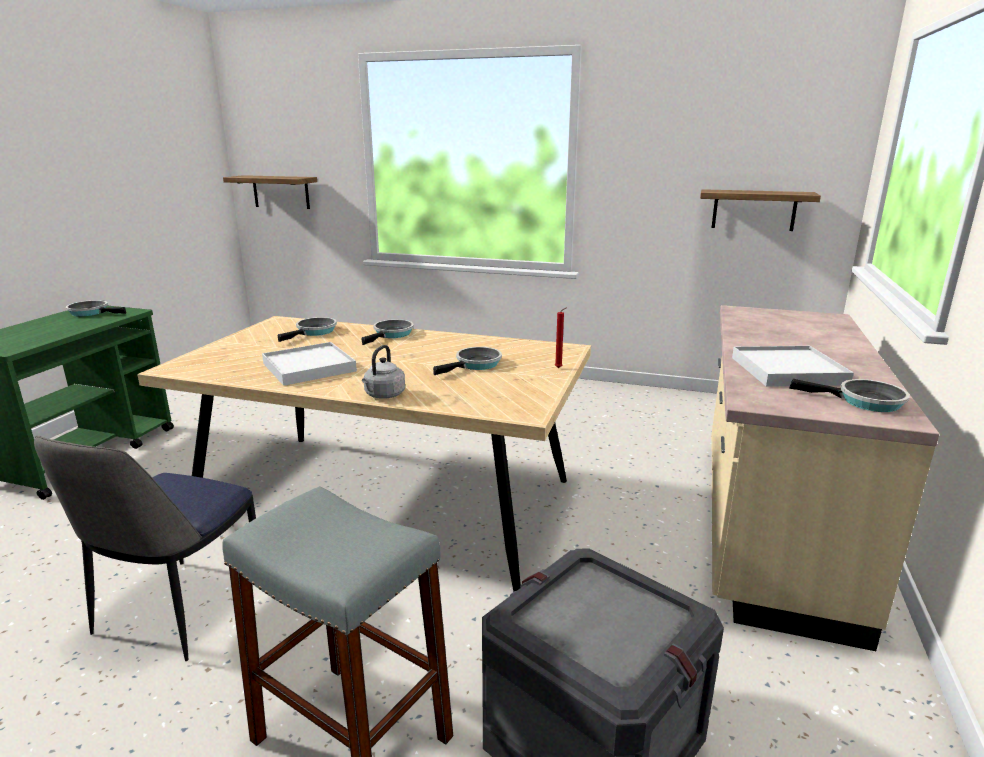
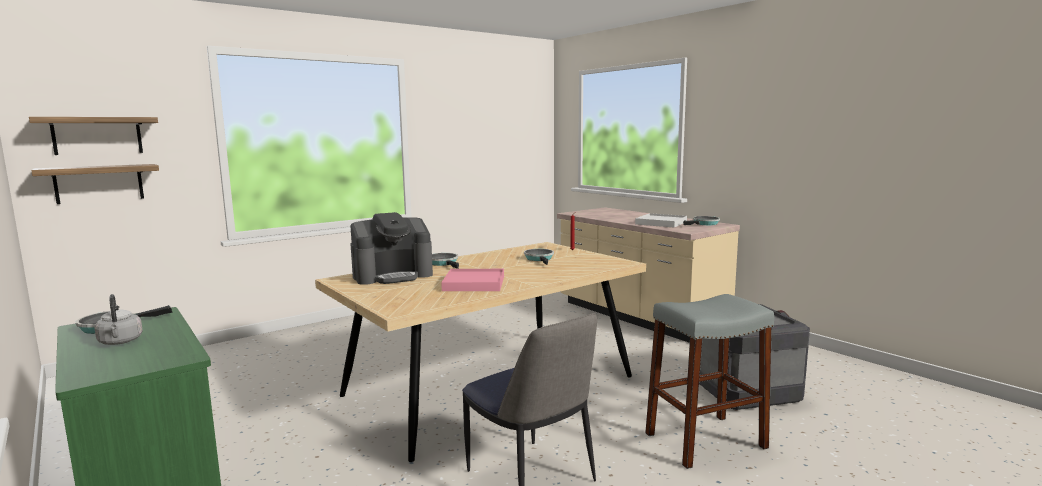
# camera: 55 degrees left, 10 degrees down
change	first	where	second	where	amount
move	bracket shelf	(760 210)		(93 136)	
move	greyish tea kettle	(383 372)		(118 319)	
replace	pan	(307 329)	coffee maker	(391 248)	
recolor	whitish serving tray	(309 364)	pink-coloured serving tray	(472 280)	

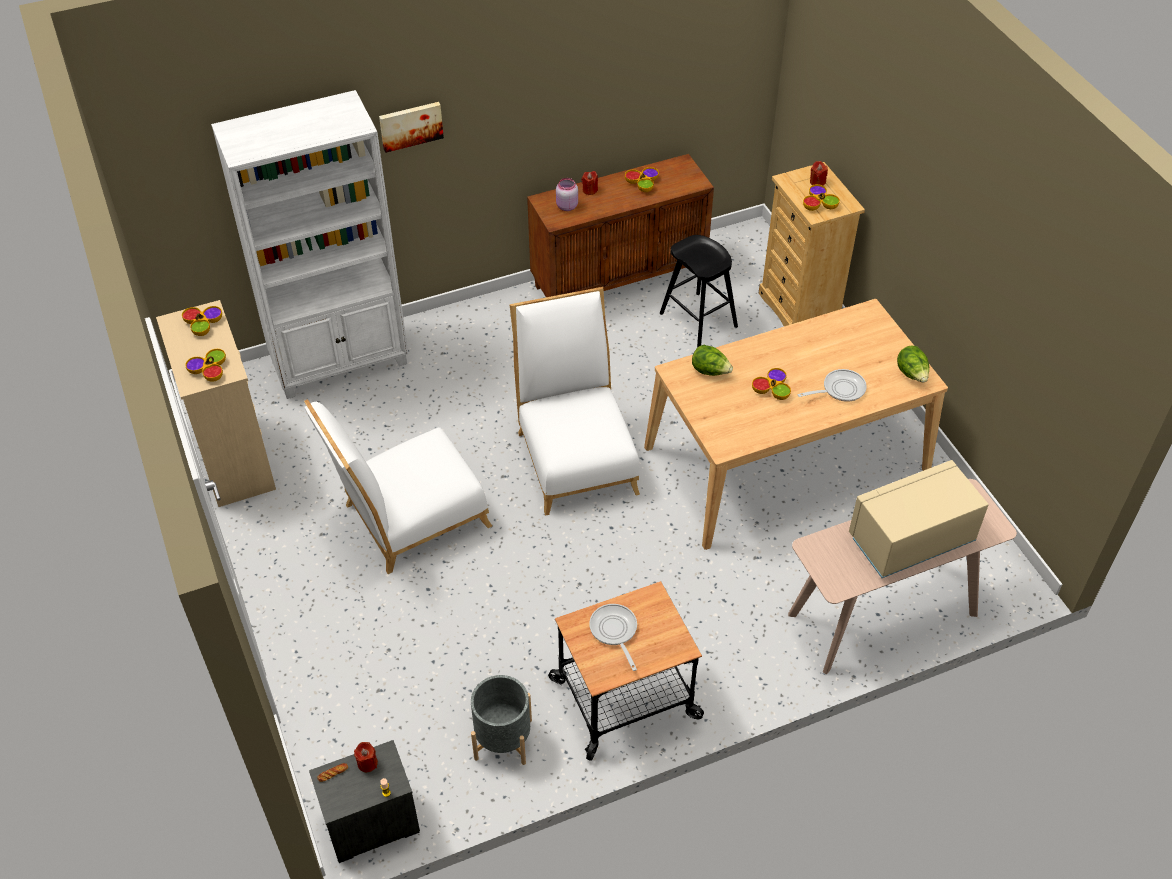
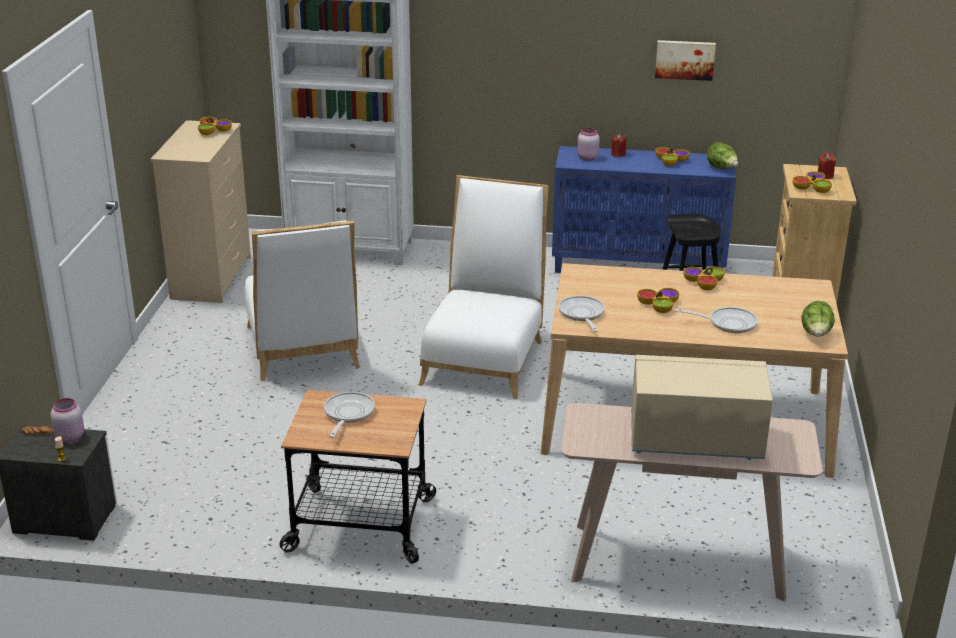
# camera: 30 degrees right, 20 degrees down
change	first	where	second	where	amount
replace	reddish candle	(366 757)	pink-coloured storage jar	(67 420)	
rotate	whitish plain chair	(398 486)		(302 300)	105 degrees counterclockwise
recolor	brown cupboard	(620 225)	blue cupboard	(644 209)	
insert			pan	(581 314)	
move	picture	(411 127)		(685 60)	
move	serving bowl	(205 365)		(704 278)	
move	lettuce	(712 360)		(722 155)	
delete	greyish plant pot	(501 720)			

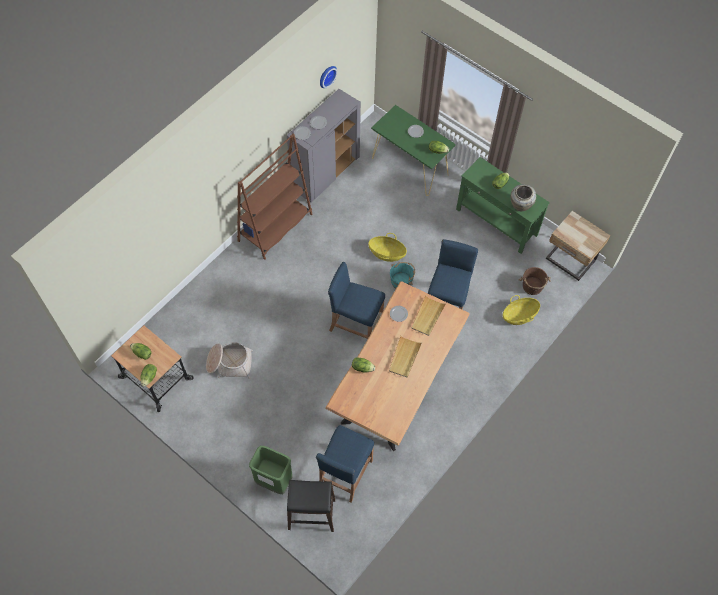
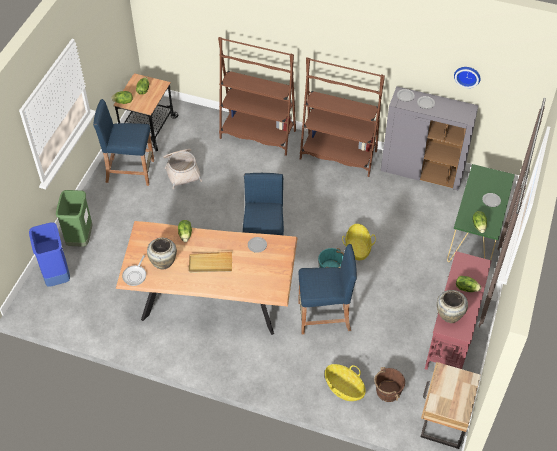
# camera: 70 degrees right, 10 degrees down
change	first	where	second	where	amount
replace	blackish sitting stool	(311 506)	blue trash can	(49 254)	
move	blue sitting stool	(345 464)		(123 142)	
insert			pan	(134 270)	
insert			sand-coloured flower vase	(162 253)	
insert			brown bookcase	(257 96)	
recolor	greenish console table	(503 205)	reddish console table	(458 310)	
delete	sand-coloured serving tray	(428 316)			

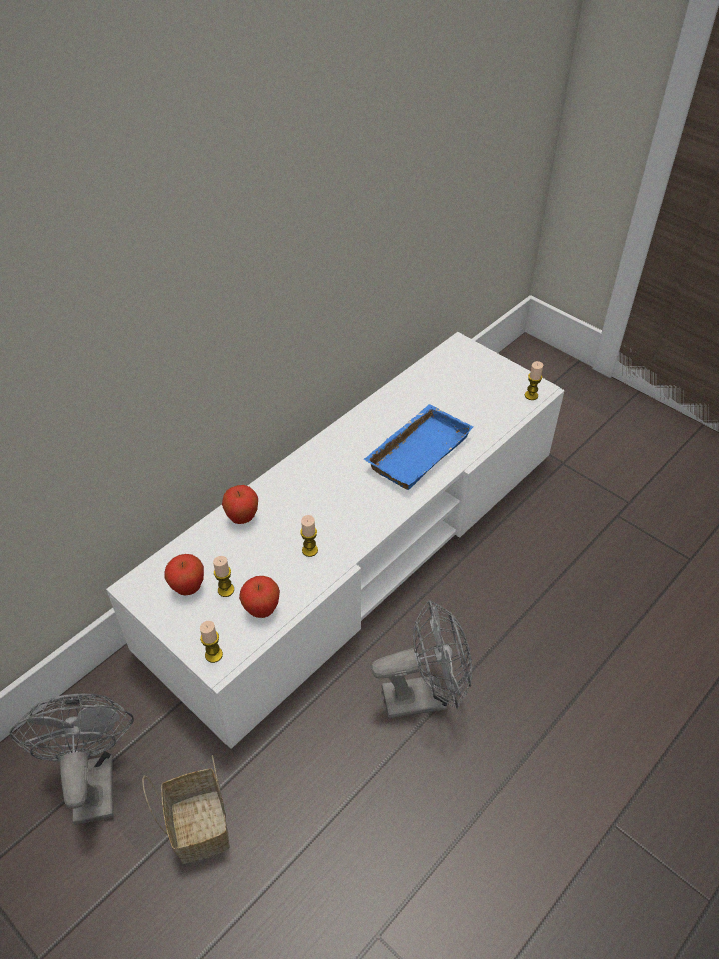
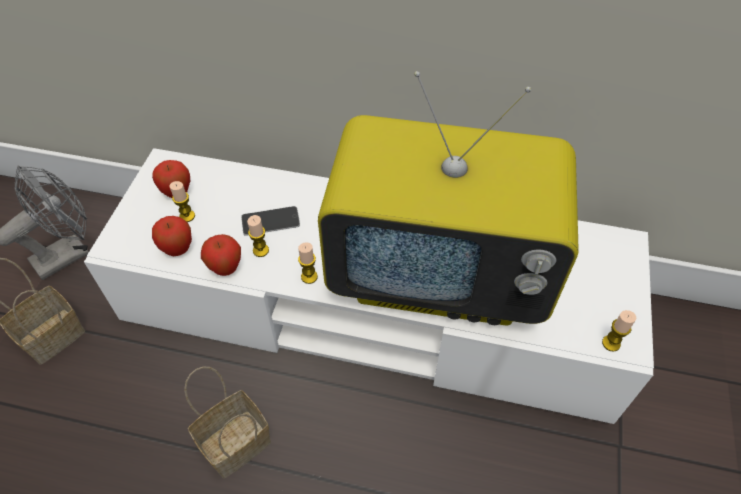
# camera: 60 degrees right, 5 degrees up
change	first	where	second	where	amount
replace	greyish electric fan	(421 659)	storage basket	(227 422)	
move	apple	(240 504)		(221 255)	
insert			telephone	(270 221)	
move	candle	(211 642)		(308 263)	
replace	blue serving tray	(418 447)	TV	(448 198)	

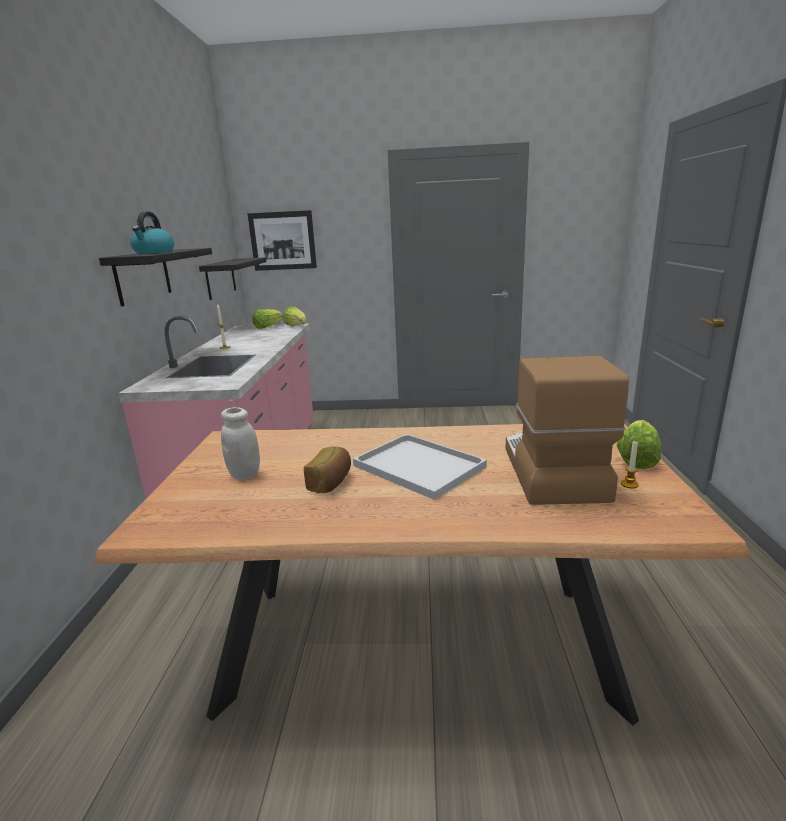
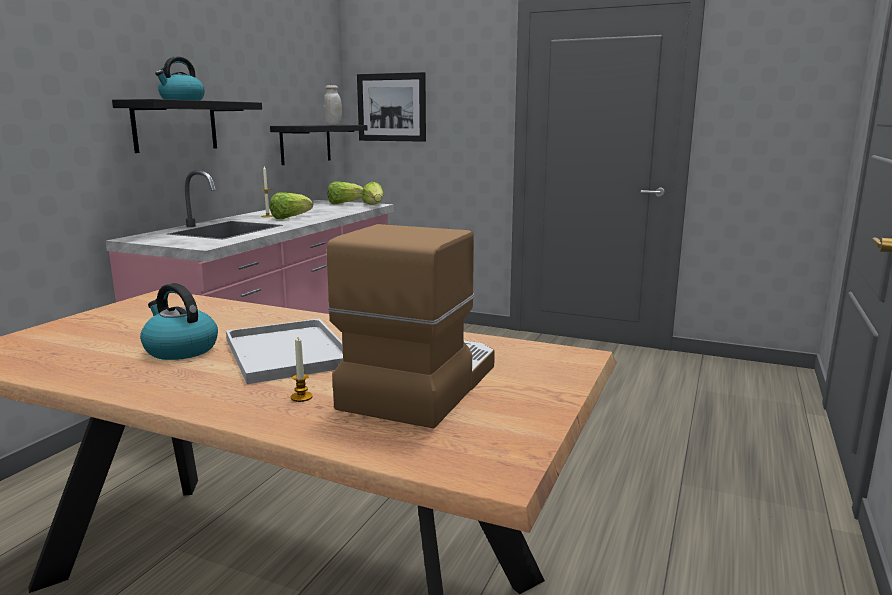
# camera: 20 degrees right, 5 degrees down
change	first	where	second	where	amount
replace	bread	(327 469)	tea kettle	(179 321)	
move	lettuce	(639 444)		(291 205)	
move	candle	(630 464)		(302 370)	
move	whitish storage jar	(240 443)		(333 105)	

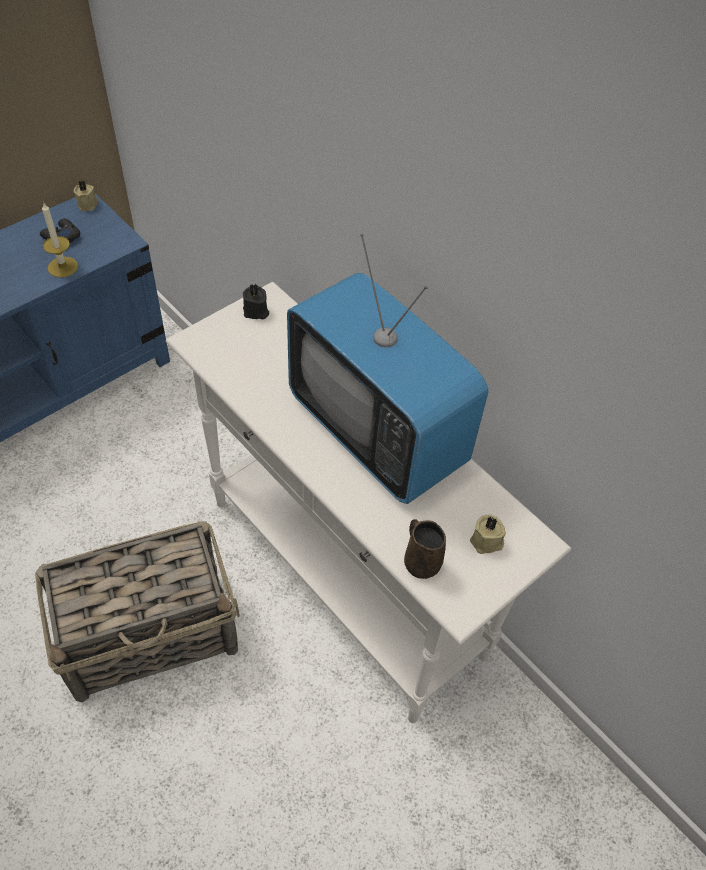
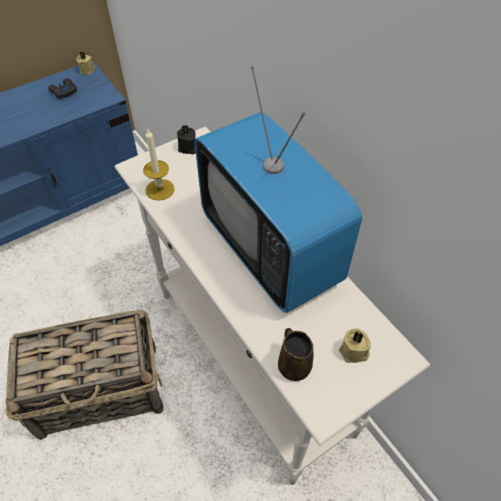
# camera: 10 degrees right, 0 degrees up
change	first	where	second	where	amount
move	candle	(60 240)		(158 165)	

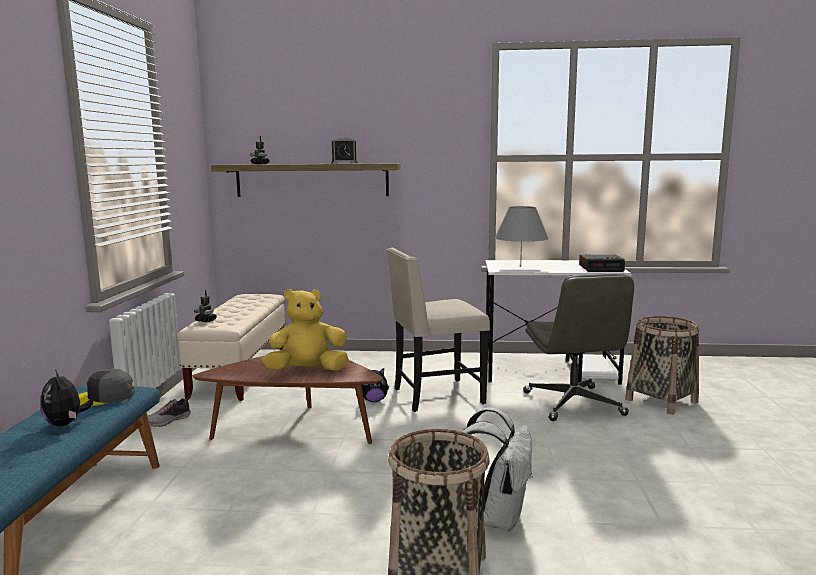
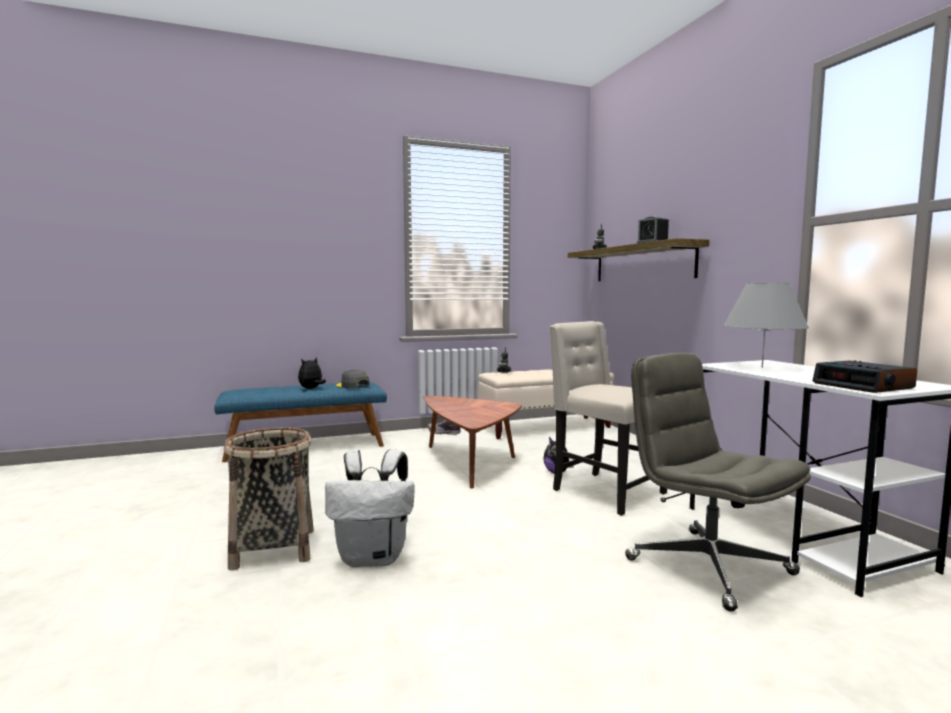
# camera: 65 degrees right, 5 degrees down
change	first	where	second	where	amount
rotate	greyish desk chair	(578 347)		(718 482)	90 degrees clockwise
delete	yellow cuddly toy	(305 330)			
delete	storage basket	(662 365)			

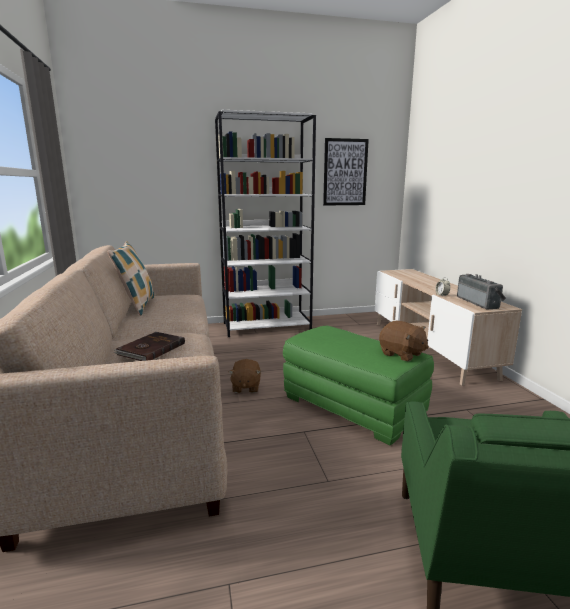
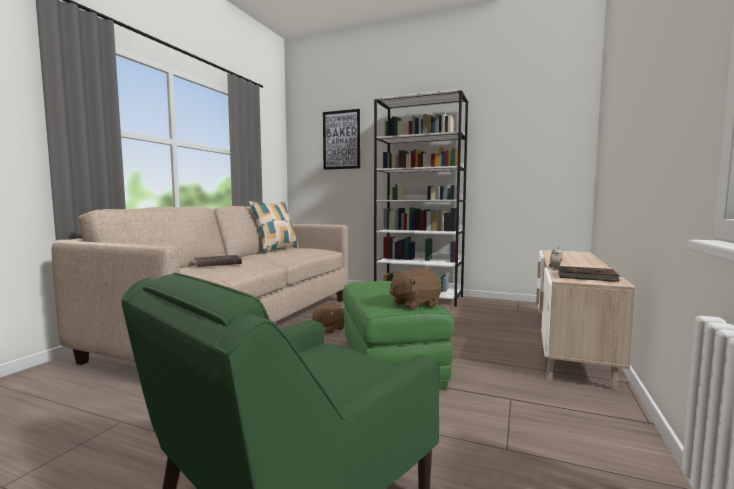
# camera: 35 degrees right, 10 degrees down
change	first	where	second	where	amount
move	picture	(346 172)		(341 139)	
rotate	brown cuddly toy	(404 341)		(415 289)	75 degrees clockwise
replace	radio receiver	(481 292)	brown bound book	(590 274)	

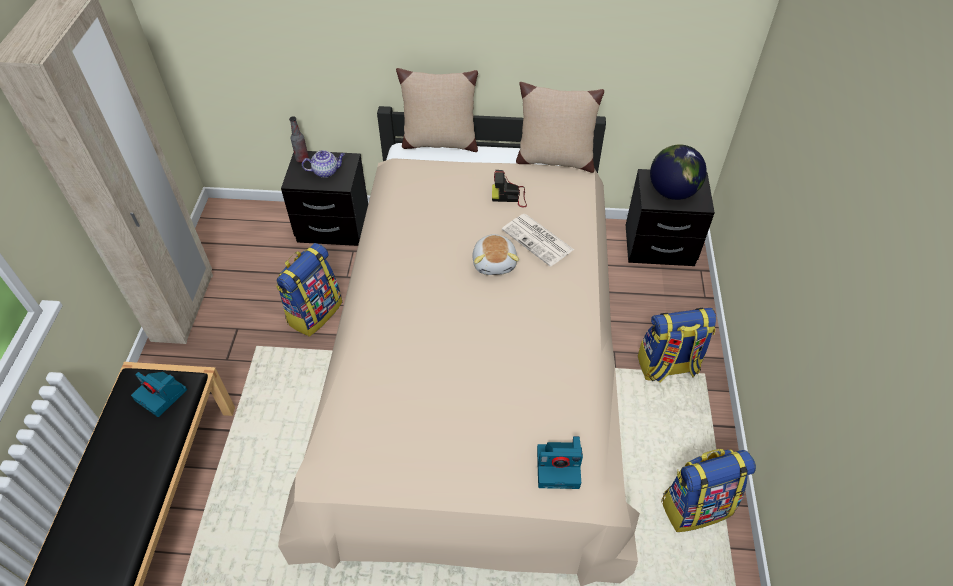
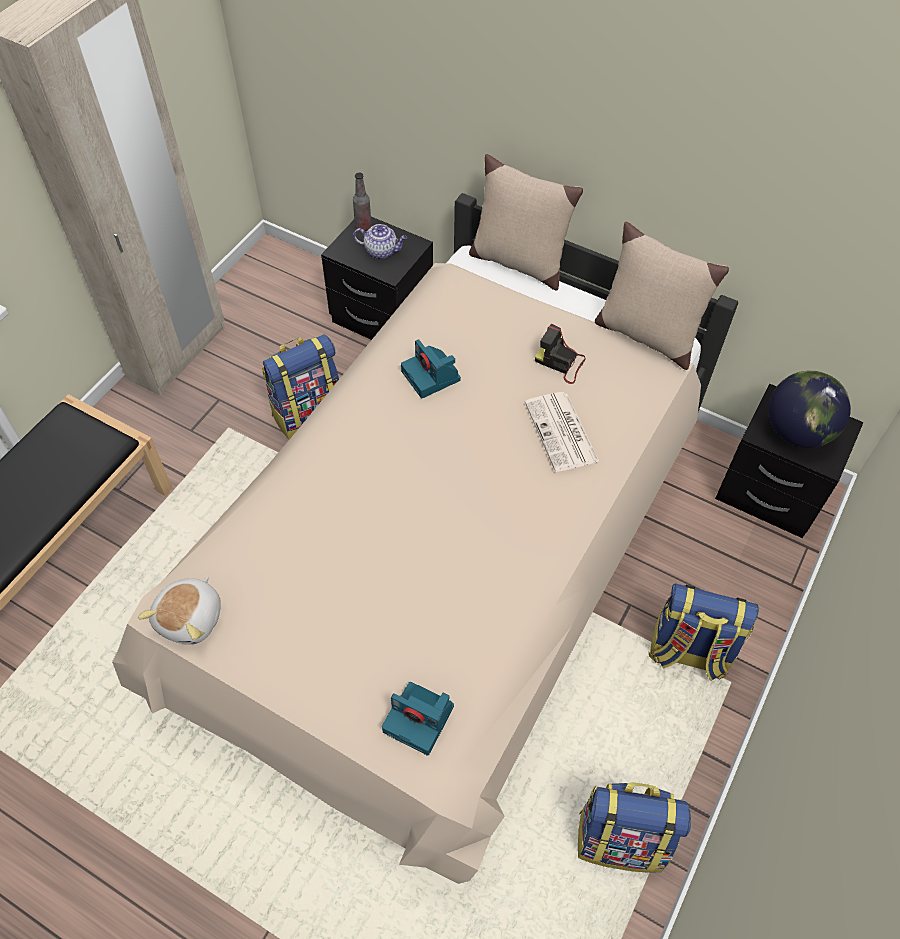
# camera: 25 degrees right, 5 degrees up
change	first	where	second	where	amount
move	cuddly toy	(495 254)		(179 610)	
move	still camera	(159 394)		(431 368)	

